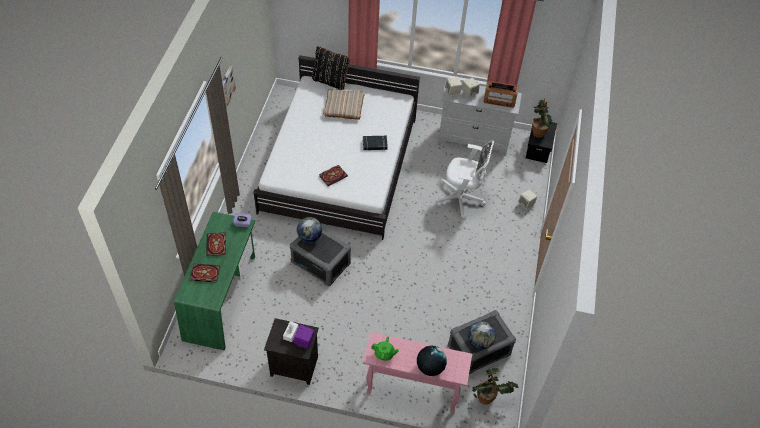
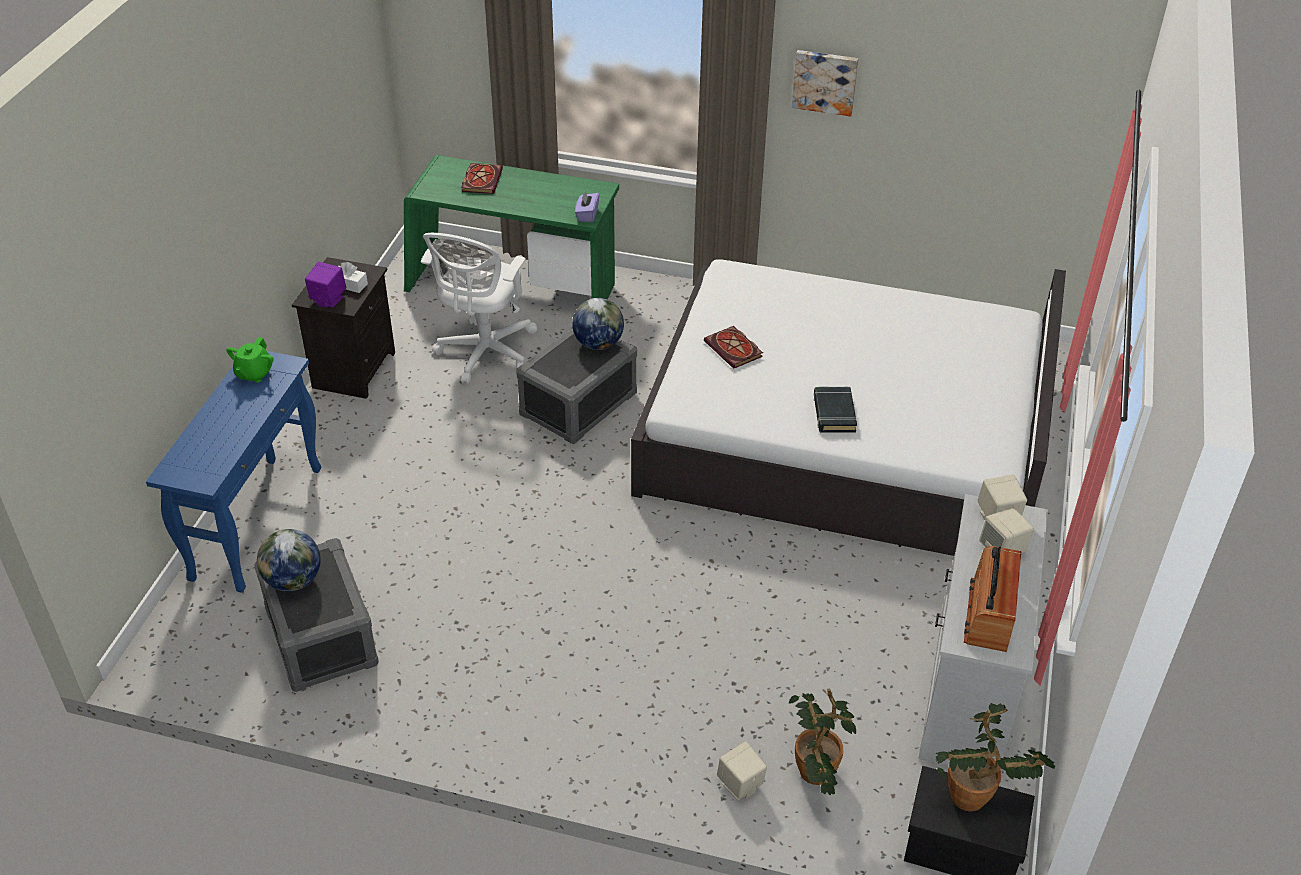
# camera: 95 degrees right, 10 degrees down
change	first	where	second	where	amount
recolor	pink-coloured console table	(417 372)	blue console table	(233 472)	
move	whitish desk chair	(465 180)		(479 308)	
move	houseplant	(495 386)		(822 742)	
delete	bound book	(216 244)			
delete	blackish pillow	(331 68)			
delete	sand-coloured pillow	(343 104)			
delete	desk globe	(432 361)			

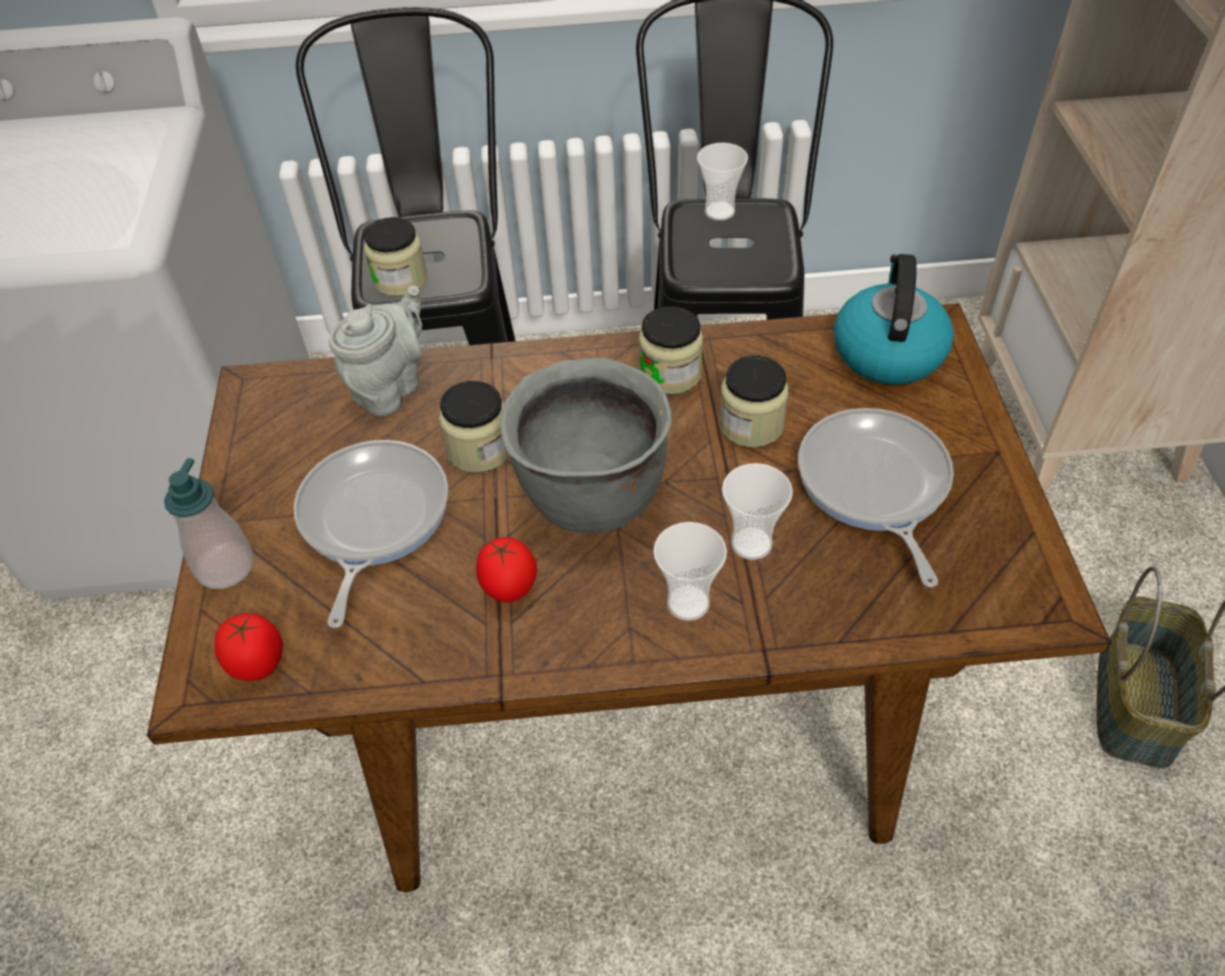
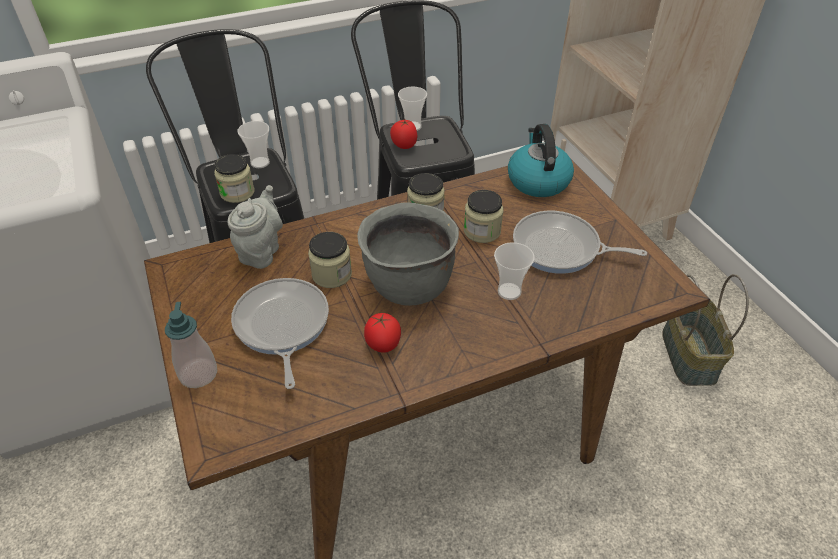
# camera: 20 degrees left, 5 degrees down
change	first	where	second	where	amount
move	drinking cup	(690 571)		(253 144)	
move	whole tomato	(248 647)		(403 134)	
rotate	pan	(876 497)		(580 242)	45 degrees counterclockwise

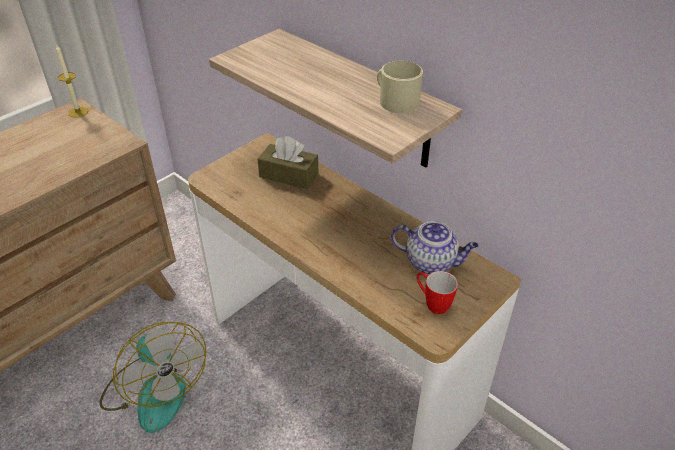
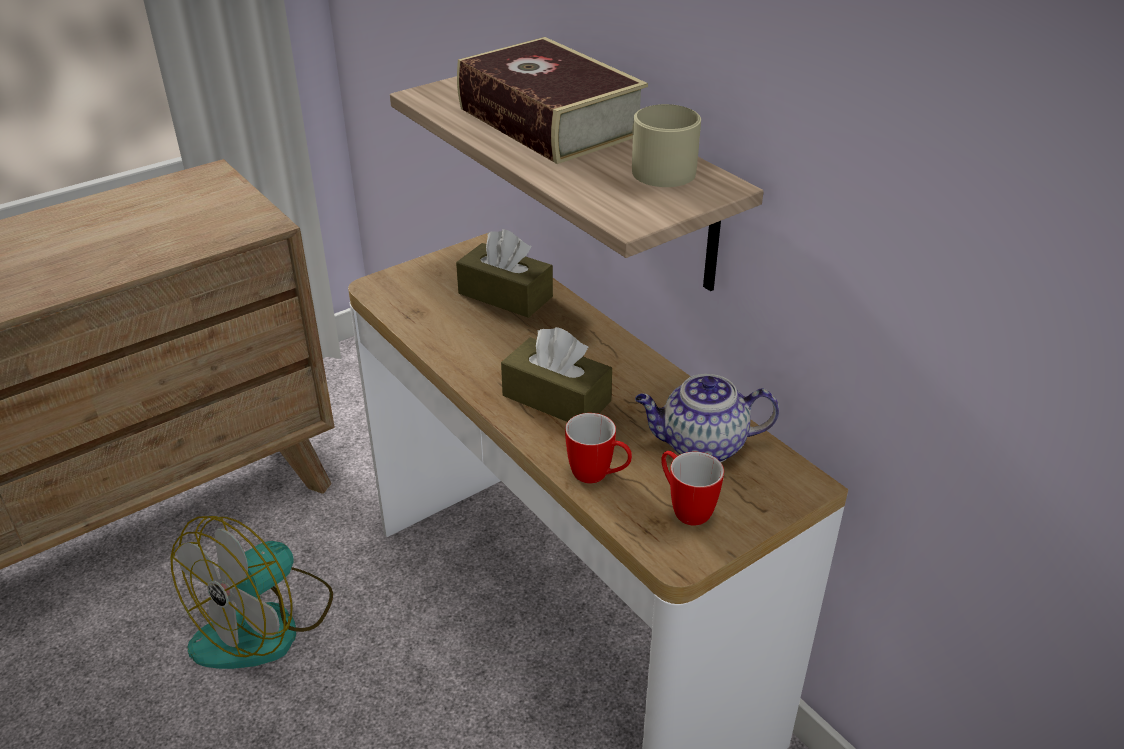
# camera: 10 degrees right, 5 degrees down
change	first	where	second	where	amount
rotate	electric fan	(152 377)		(252 592)	60 degrees clockwise
insert			bound book	(552 100)	
insert			brown tissue holder	(556 374)	
insert			mug	(598 448)	
rotate	tea pot	(435 247)		(707 418)	150 degrees clockwise
delete	candle	(72 81)			

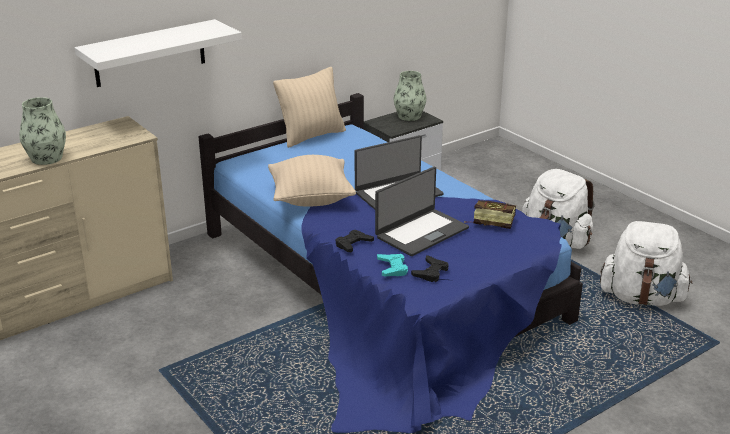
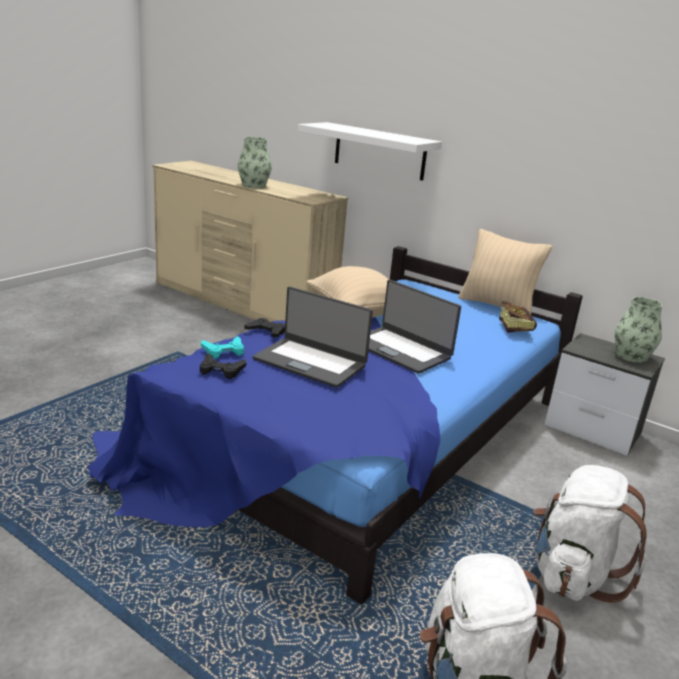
# camera: 70 degrees right, 5 degrees down
change	first	where	second	where	amount
move	bound book	(490 214)		(518 317)	

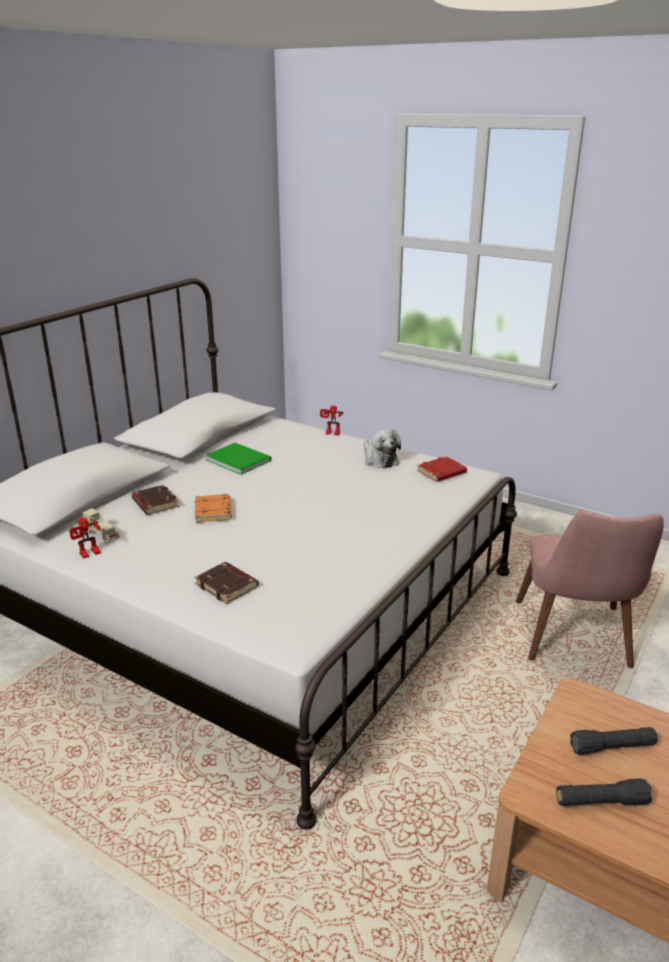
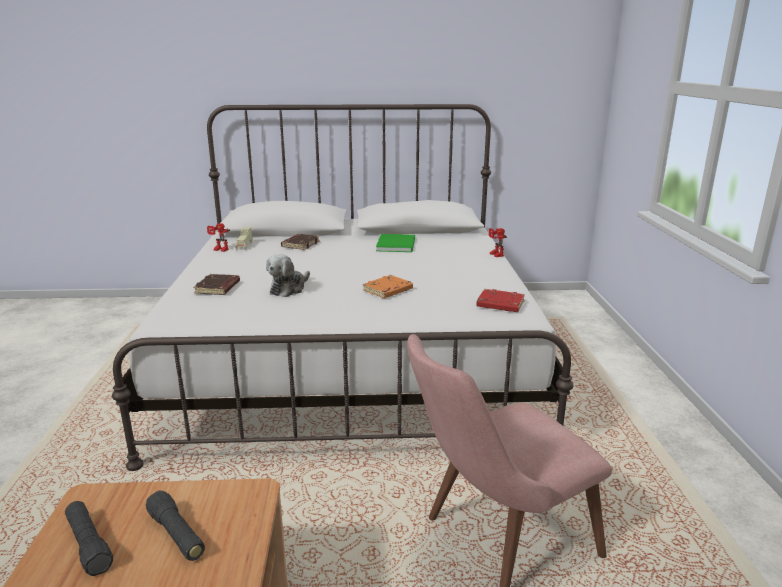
# camera: 55 degrees right, 5 degrees down
change	first	where	second	where	amount
move	cuddly toy	(382 448)		(288 275)	
move	orangey bound book	(213 508)		(388 286)	

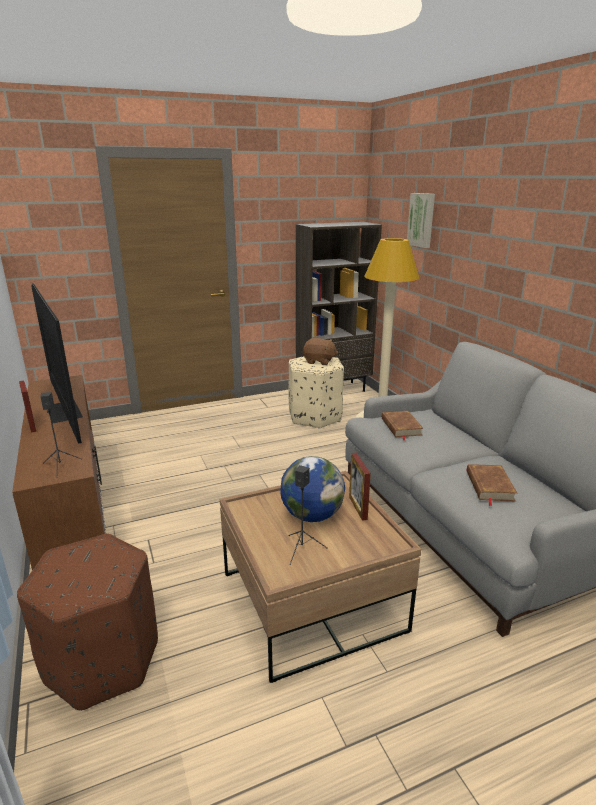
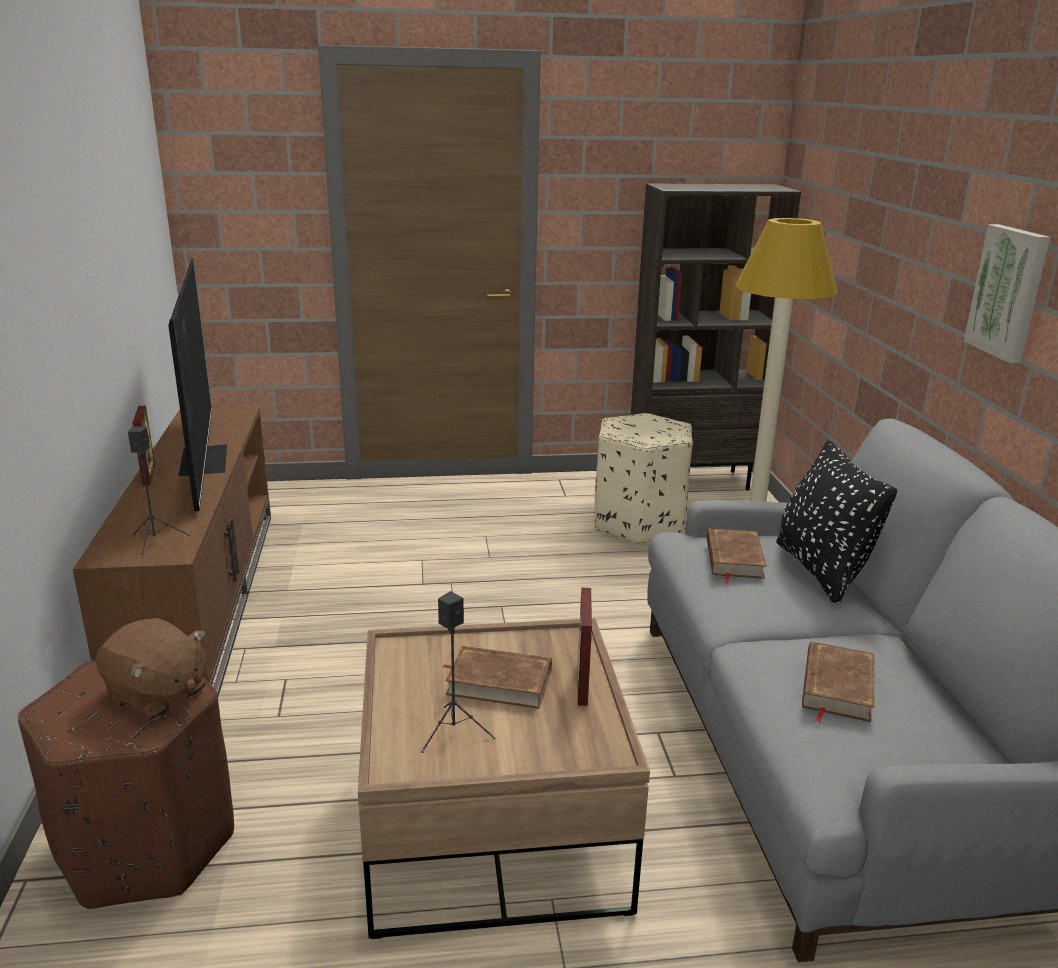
# camera: 15 degrees right, 0 degrees up
change	first	where	second	where	amount
move	brown cuddly toy	(320 351)		(151 669)	
replace	desk globe	(312 489)	brown bound book	(497 677)	
insert			blackish pillow	(836 522)	
move	picture	(421 220)		(1007 293)	

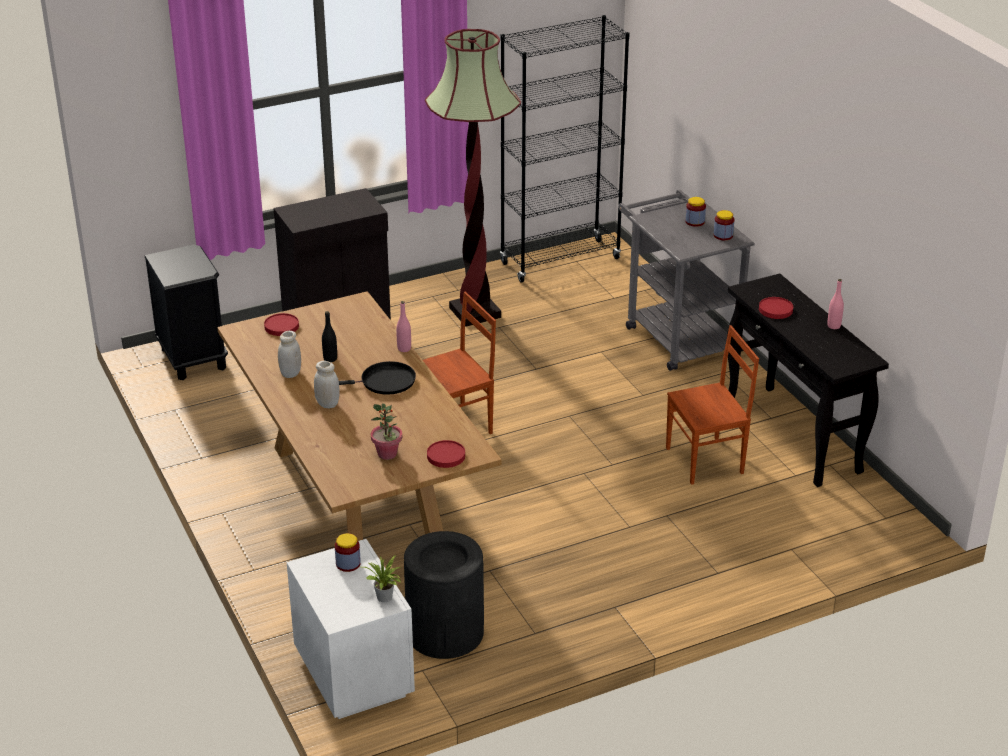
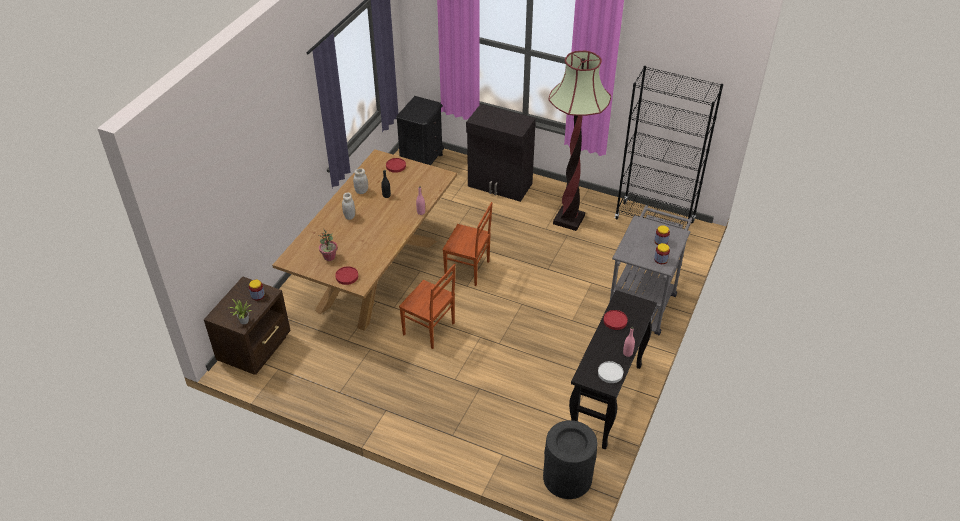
# camera: 50 degrees right, 10 degrees up
change	first	where	second	where	amount
recolor	whitish bedside table	(351 629)	brown bedside table	(247 326)	
move	brown plain chair	(712 405)		(427 306)	
move	blackish trash can	(444 595)		(570 459)	
insert			whitish dinner plate	(610 372)	
delete	blackish pan	(377 378)			

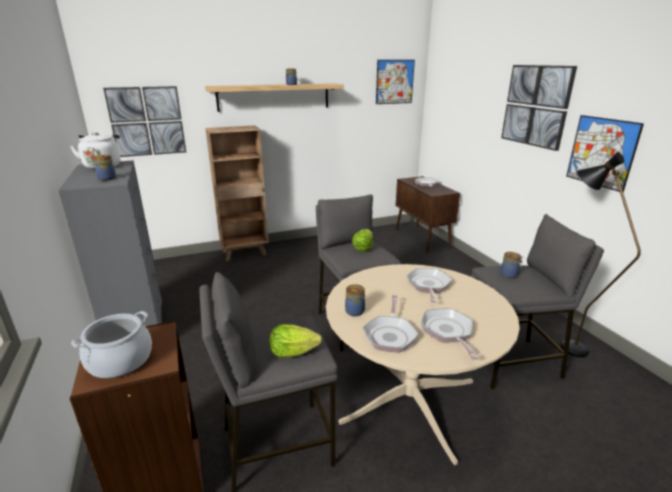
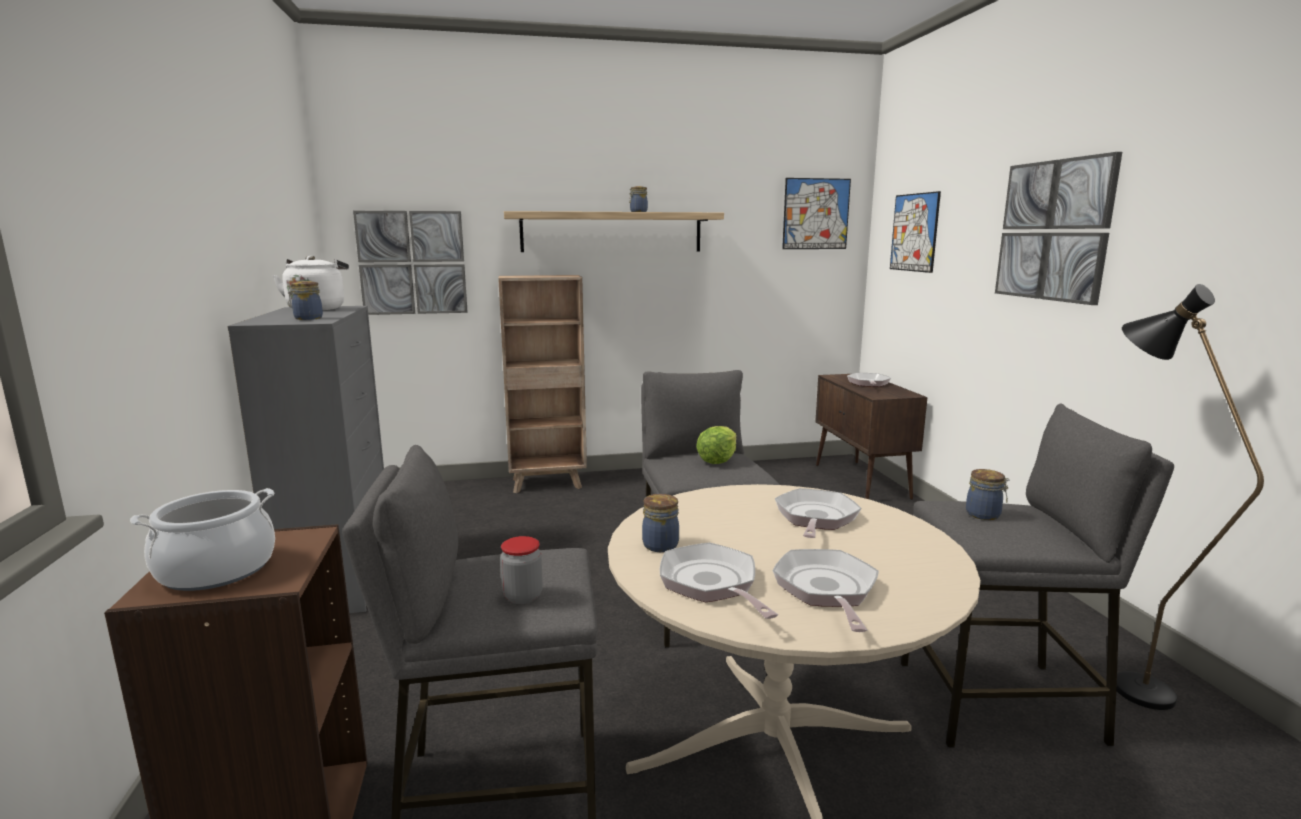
# camera: 10 degrees right, 10 degrees down
change	first	where	second	where	amount
replace	lettuce	(296 341)	storage jar	(521 570)	
rotate	pan	(391 324)		(719 580)	135 degrees clockwise
move	picture	(605 153)		(915 232)	

